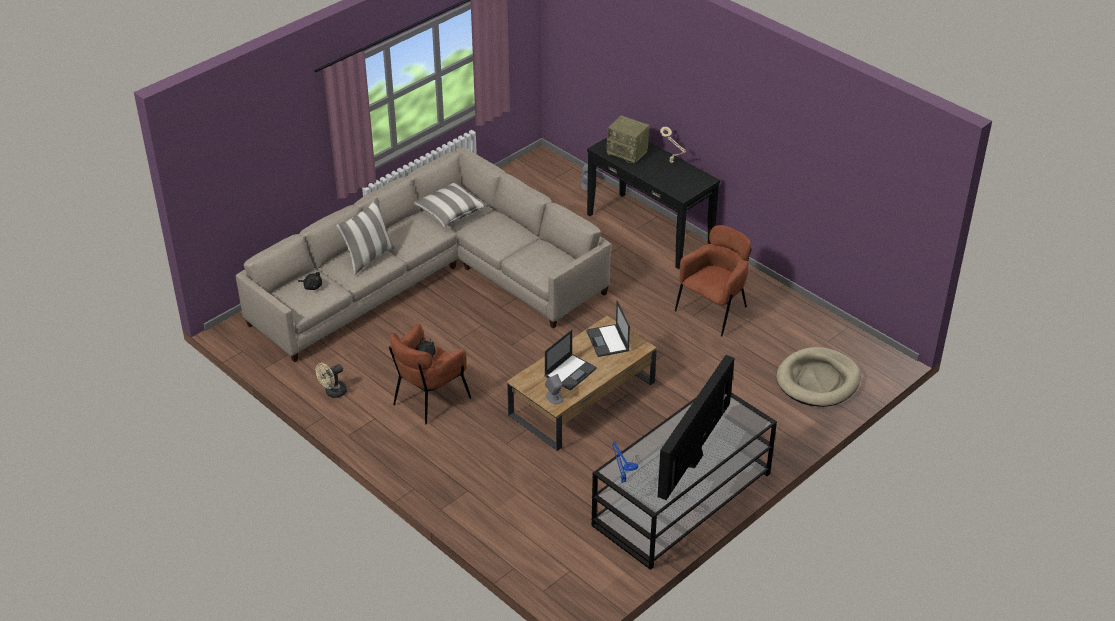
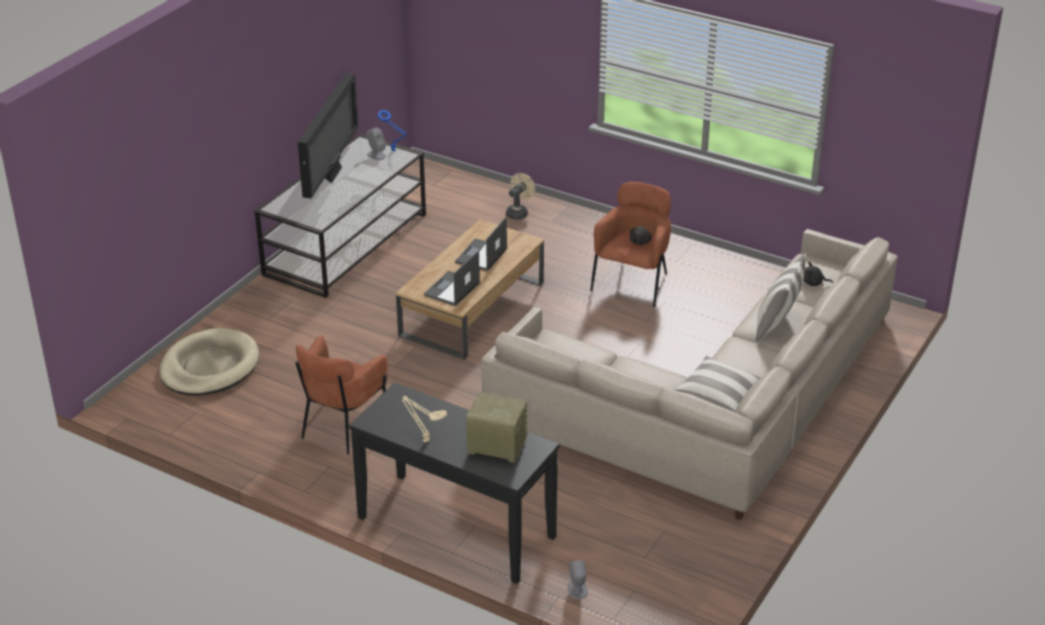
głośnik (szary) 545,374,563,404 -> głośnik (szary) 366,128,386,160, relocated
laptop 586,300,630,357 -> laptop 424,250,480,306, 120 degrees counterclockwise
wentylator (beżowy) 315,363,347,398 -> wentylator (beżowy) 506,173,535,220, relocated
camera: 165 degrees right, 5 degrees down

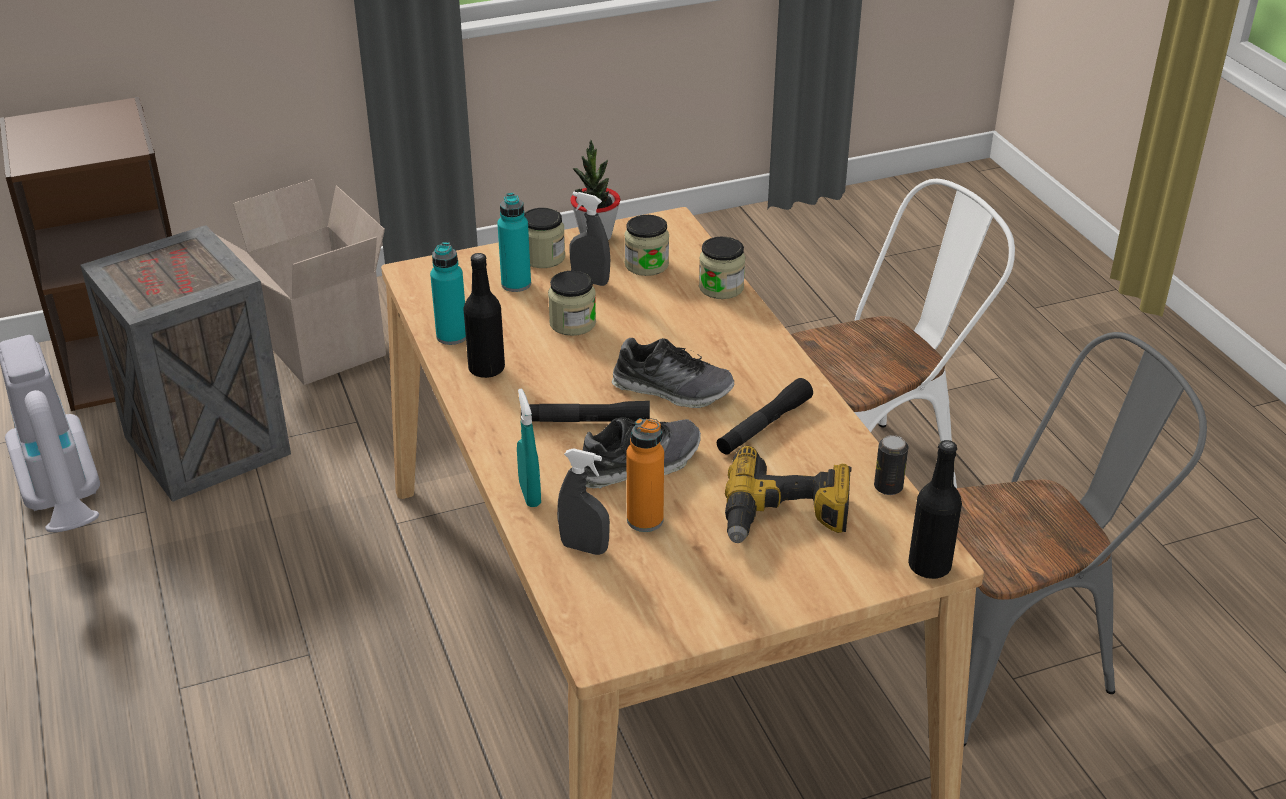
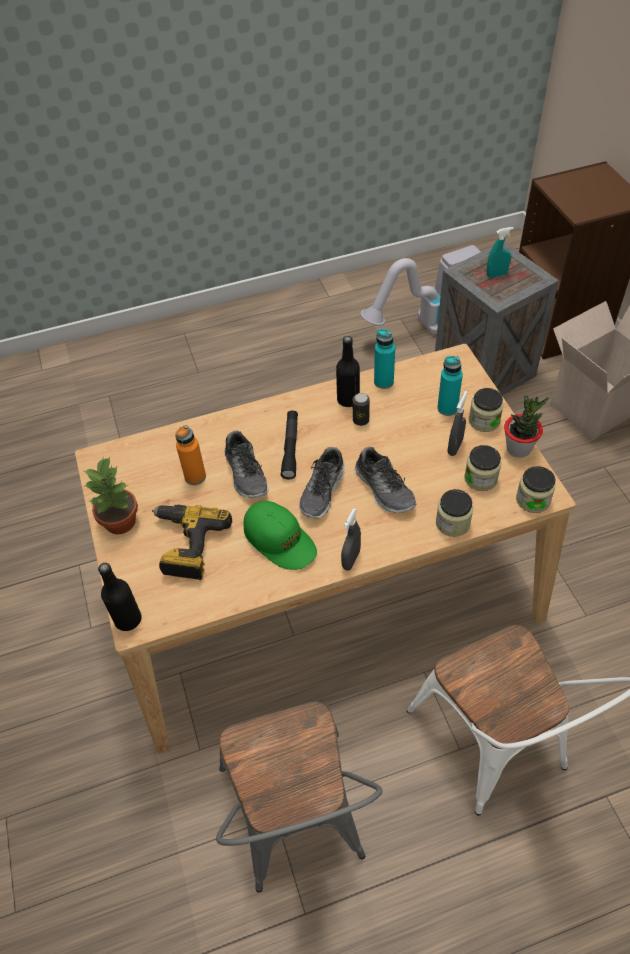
none -> roślina doniczkowa 84,457,138,534
latarka (czarny) 717,378,813,455 -> czapka z daszkiem (zielony) 243,501,317,570
spryskiwacz (szary) 557,448,610,555 -> spryskiwacz (szary) 341,508,361,571, relocated
puszka 874,435,908,495 -> puszka 353,393,370,426, relocated
none -> but 354,447,417,513
spryskiwacz (turkusowy) 517,389,541,507 -> spryskiwacz (turkusowy) 487,227,514,278, relocated
słoik 548,271,596,336 -> słoik 516,466,555,513, relocated
camera: 95 degrees right, 15 degrees up

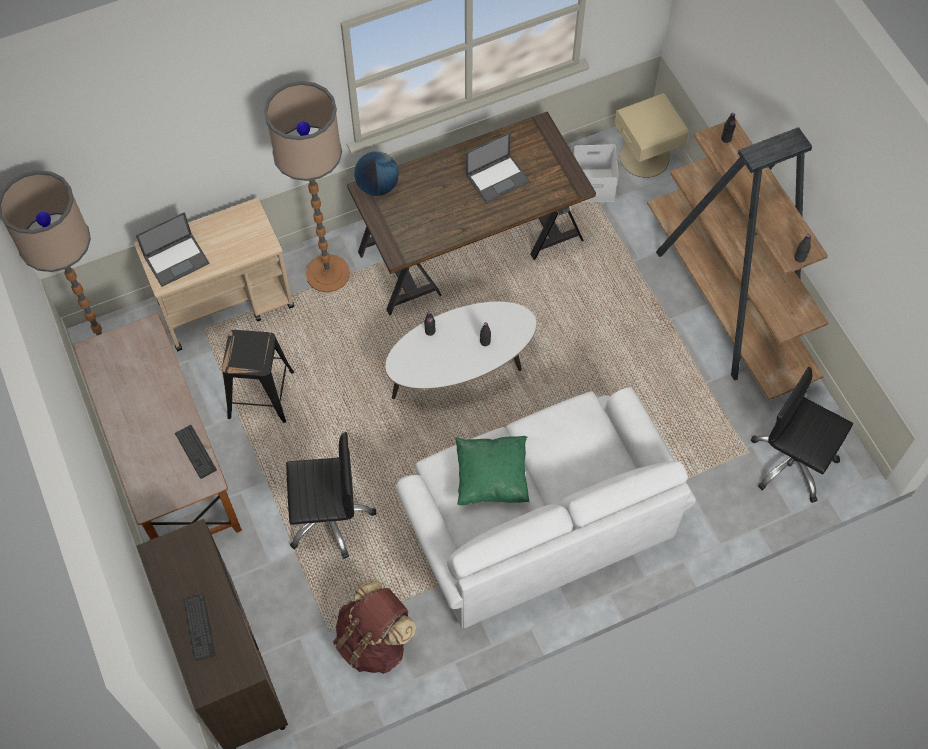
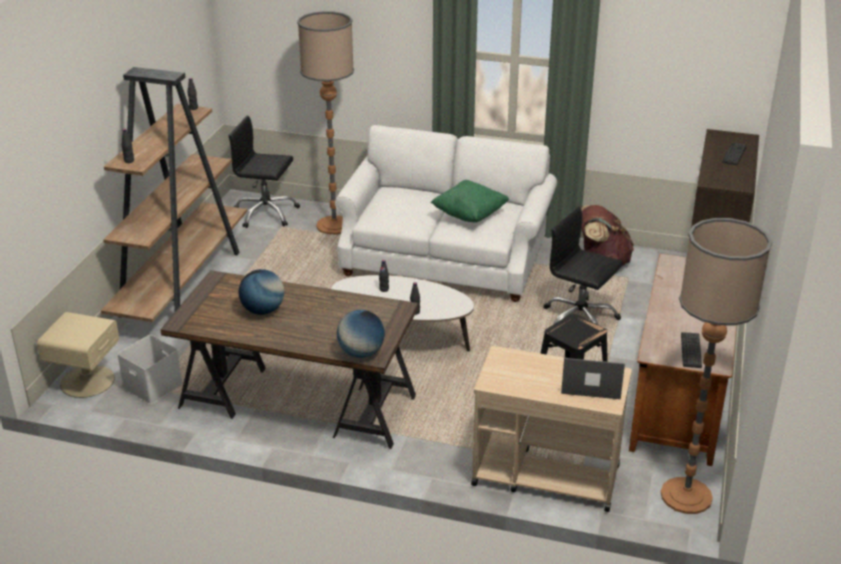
krzesło biurowe (czarny) 751,367,853,503 -> krzesło biurowe (czarny) 229,116,300,228, 120 degrees clockwise
laptop 466,131,530,203 -> globus 238,269,284,315
lampa stojąca 264,81,350,293 -> lampa stojąca 297,11,354,235, relocated
klawiatura 175,425,217,479 -> klawiatura 681,332,702,368, relocated
camera: 140 degrees left, 30 degrees down

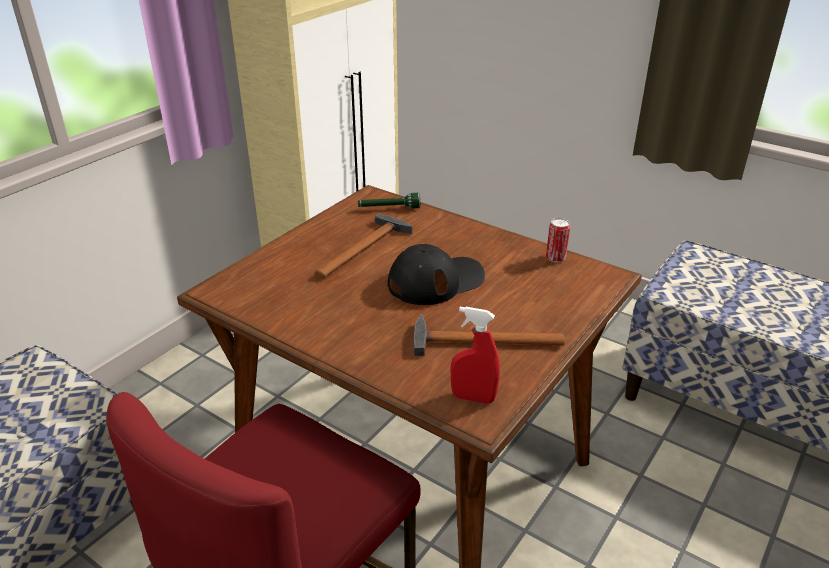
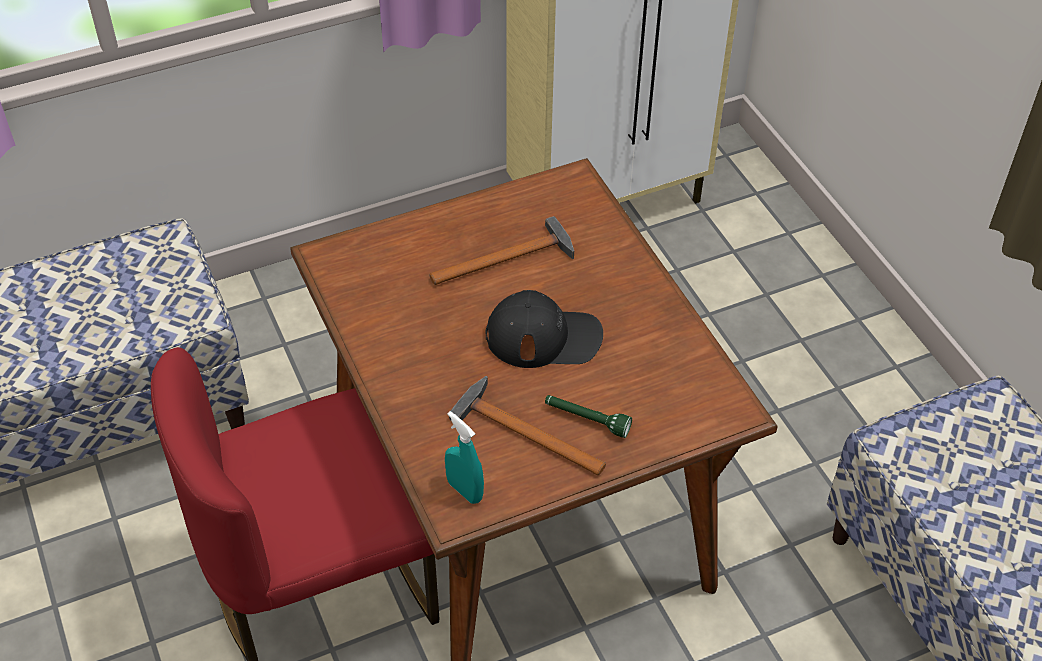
spryskiwacz (czerwony) 451,307,500,404 -> spryskiwacz (turkusowy) 445,411,484,504
latarka (zielony) 358,193,420,208 -> latarka (zielony) 545,395,632,438, relocated
puszka 546,218,570,263 -> none
camera: 30 degrees right, 15 degrees up

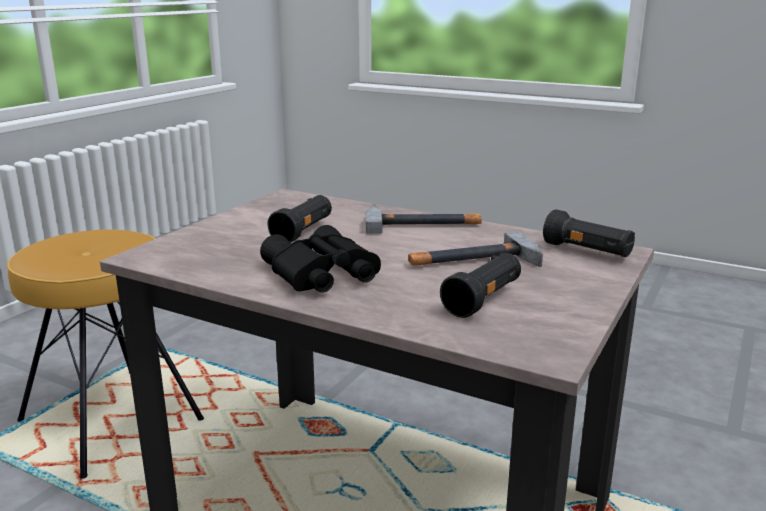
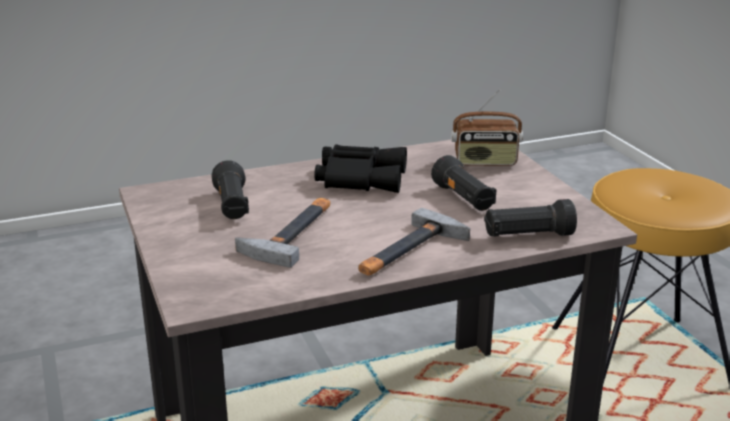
none -> radio 451,89,523,166
latarka (czarny) 543,209,635,257 -> latarka (czarny) 484,199,577,237, relocated
camera: 130 degrees right, 5 degrees up

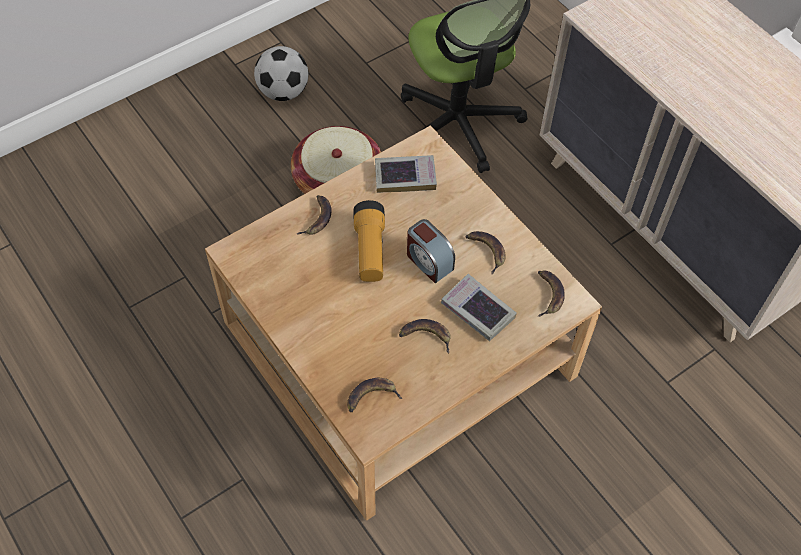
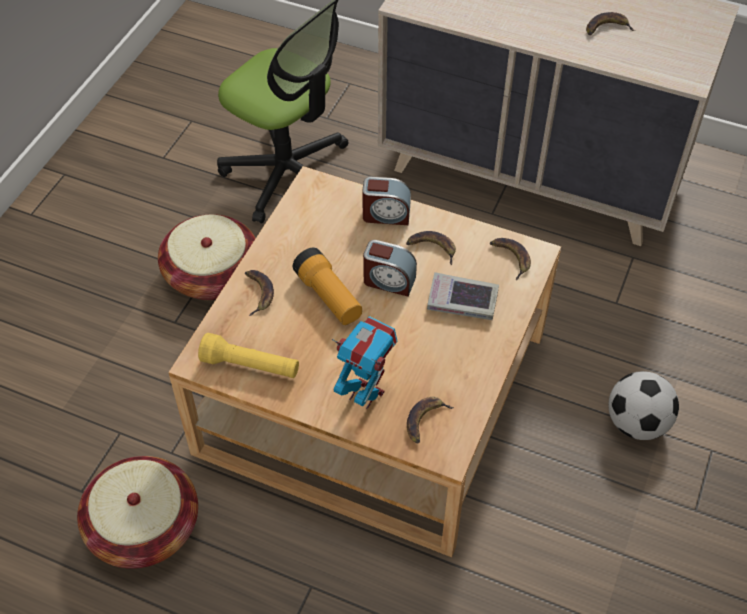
none -> koszyk 77,456,198,569
none -> latarka (żółty) 198,333,299,378
none -> robot zabawkowy 332,316,397,409
none -> budzik 362,177,411,225
banan 399,319,450,353 -> banan 586,12,635,35, relocated
piłka futbolowa 254,46,308,101 -> piłka futbolowa 608,371,679,440, relocated
książka 375,155,437,193 -> none
camera: 30 degrees left, 5 degrees down

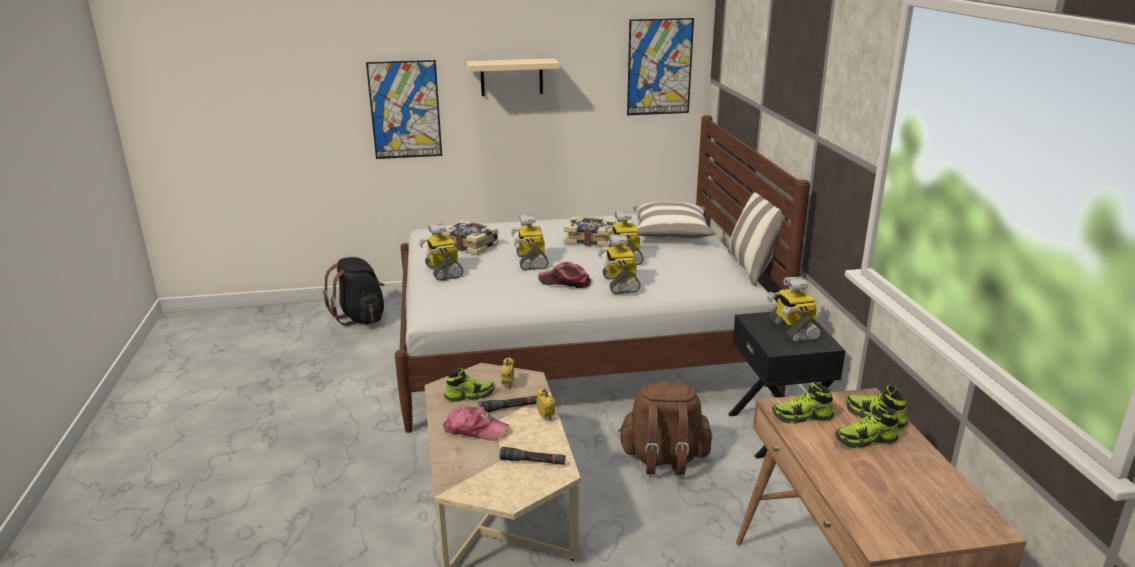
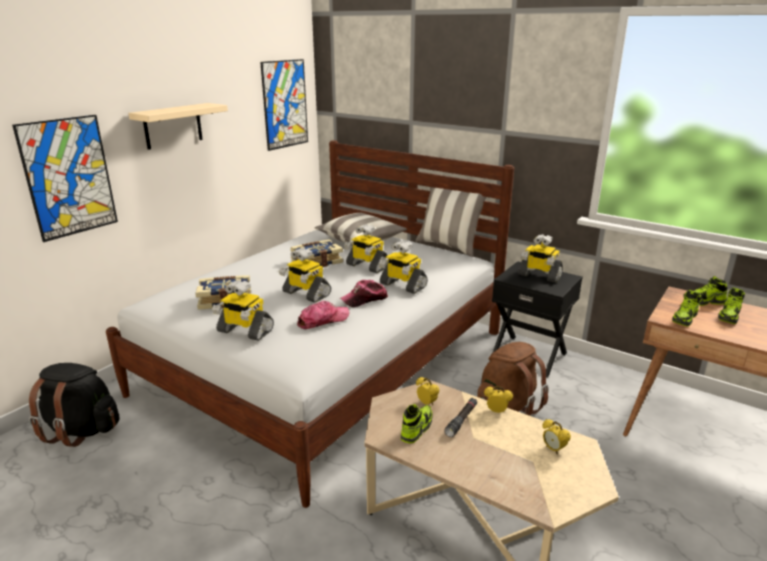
czapka z daszkiem 443,407,509,441 -> czapka z daszkiem 297,301,349,329, relocated
latarka (czarny) 500,447,566,465 -> budzik 542,419,571,454
camera: 45 degrees left, 0 degrees up

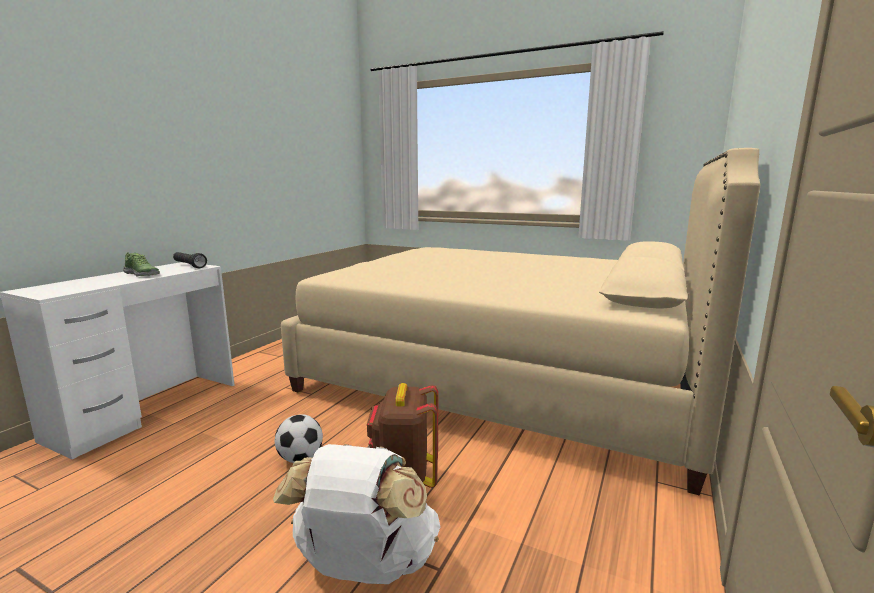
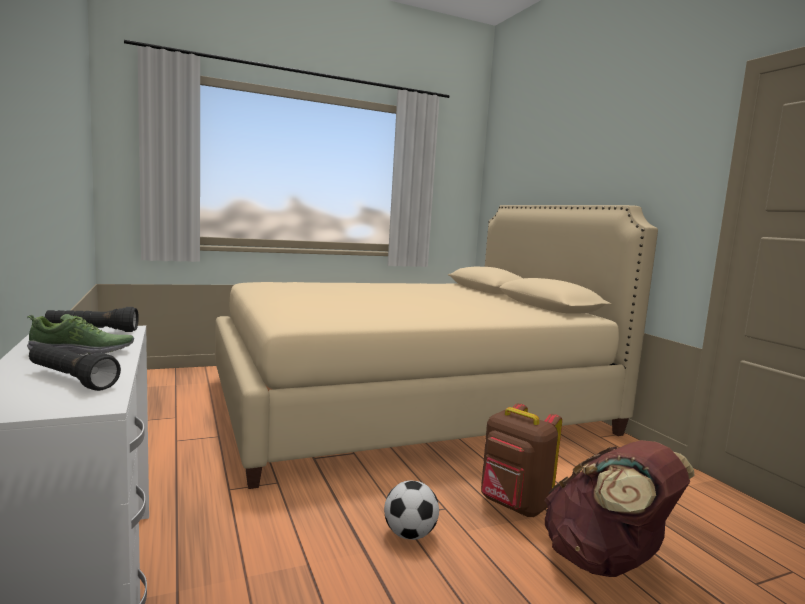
none -> latarka (czarny) 29,344,121,391
plecak (biały) 273,444,440,584 -> plecak (brązowy) 544,440,695,577
camera: 50 degrees left, 5 degrees down

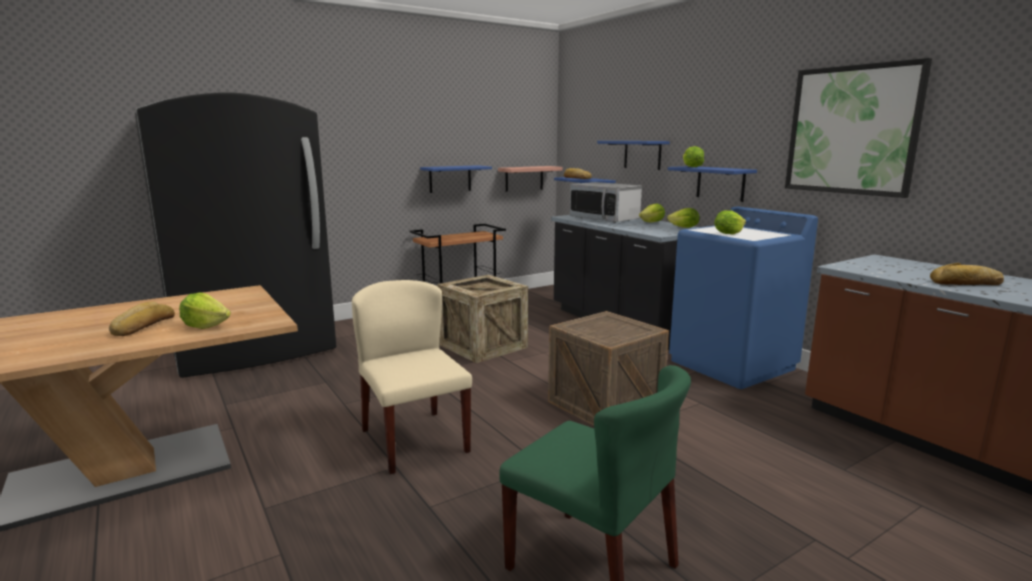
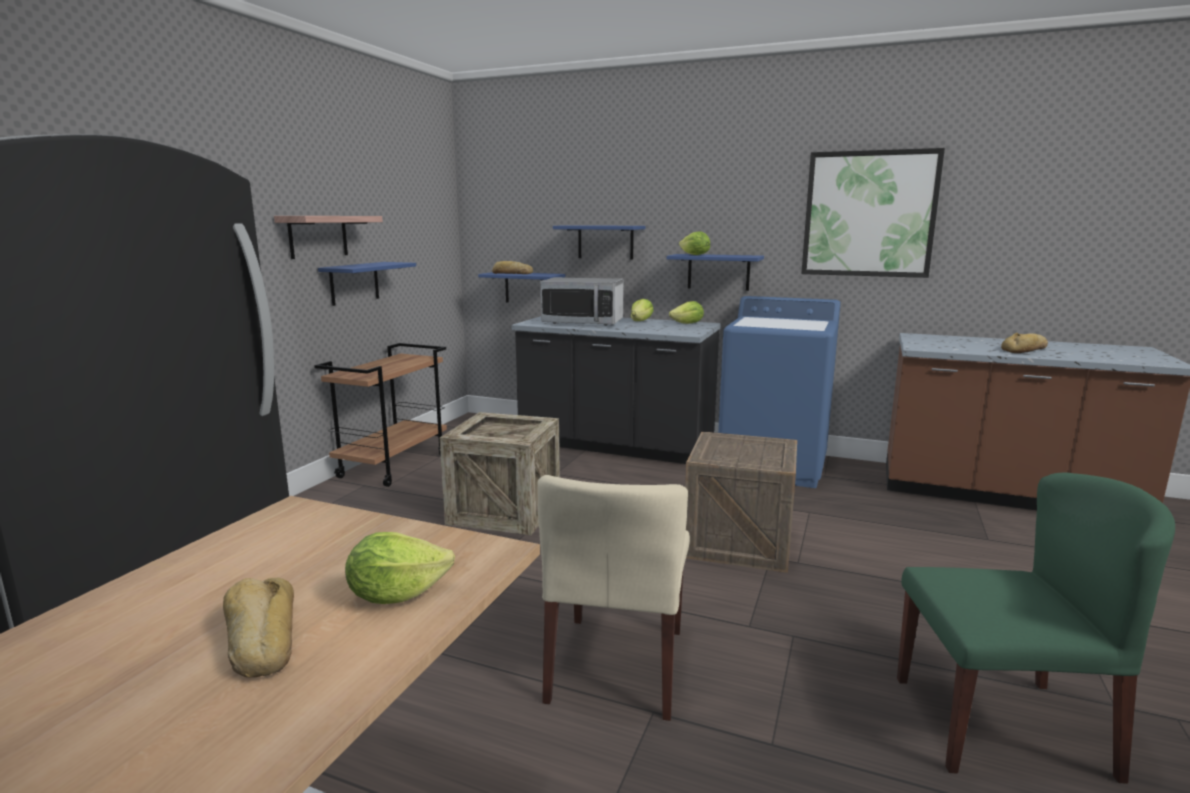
półka 498,166,562,192 -> półka 274,216,383,259, relocated
krzesło (beżowy) 352,280,472,474 -> krzesło (beżowy) 537,475,690,721, 105 degrees counterclockwise
sałata 714,210,746,235 -> none
camera: 35 degrees left, 0 degrees up

